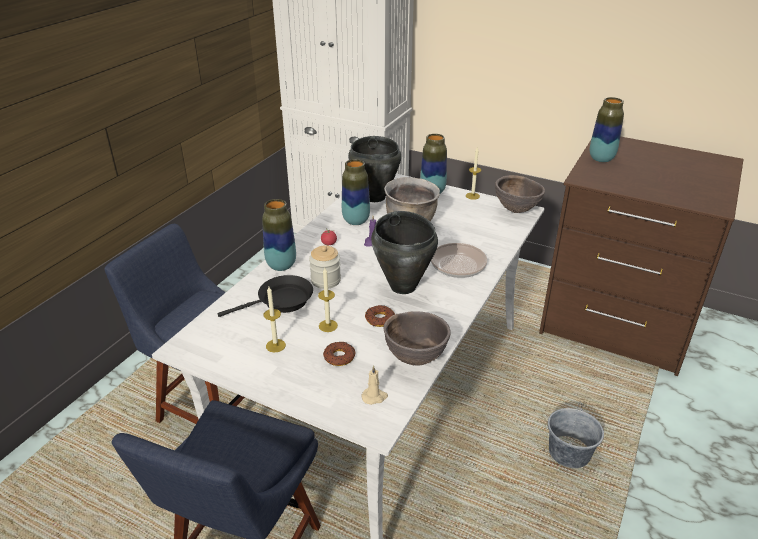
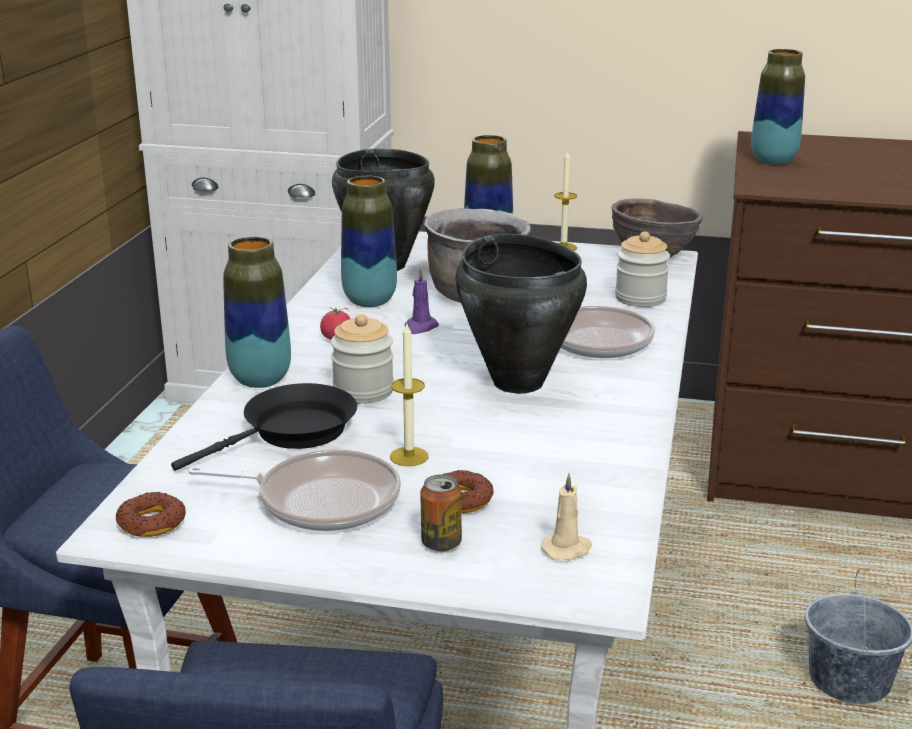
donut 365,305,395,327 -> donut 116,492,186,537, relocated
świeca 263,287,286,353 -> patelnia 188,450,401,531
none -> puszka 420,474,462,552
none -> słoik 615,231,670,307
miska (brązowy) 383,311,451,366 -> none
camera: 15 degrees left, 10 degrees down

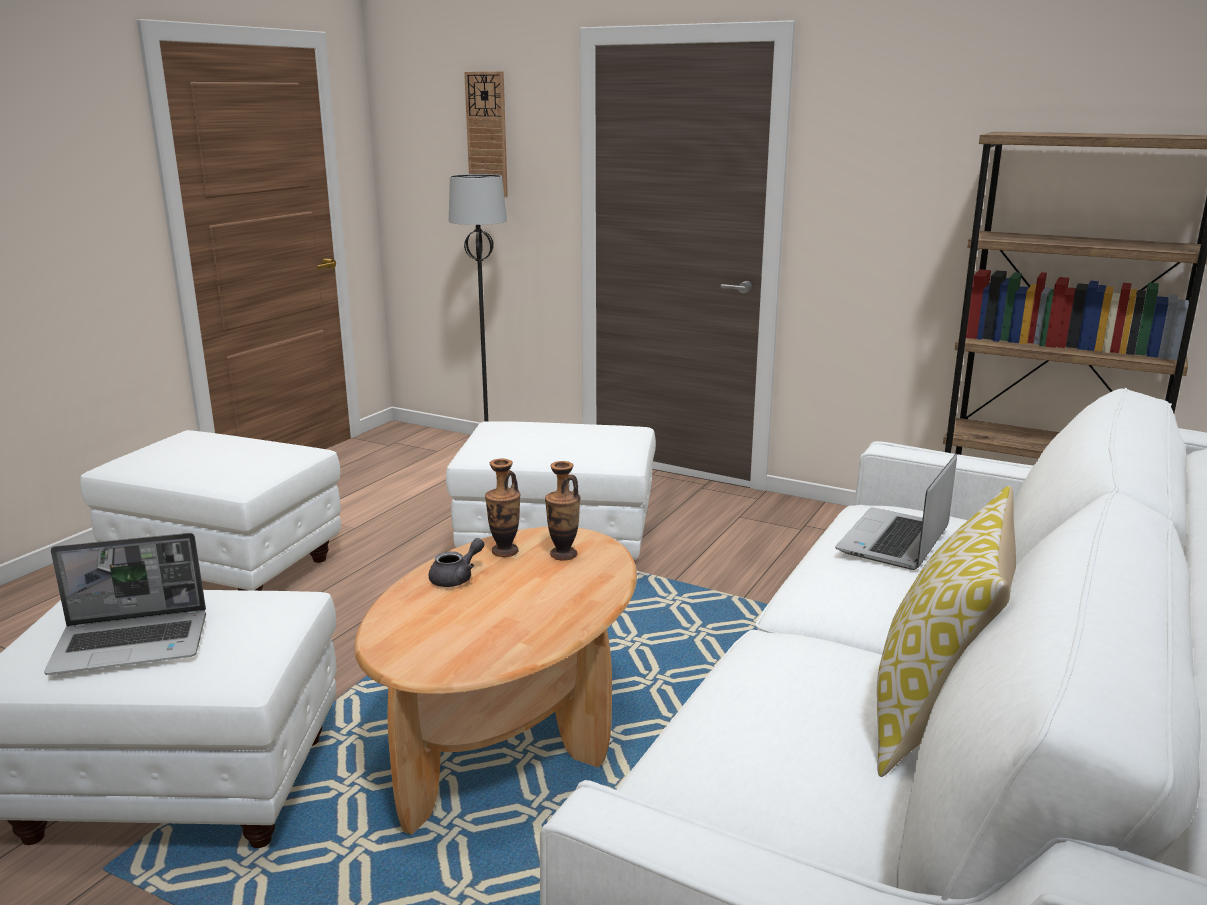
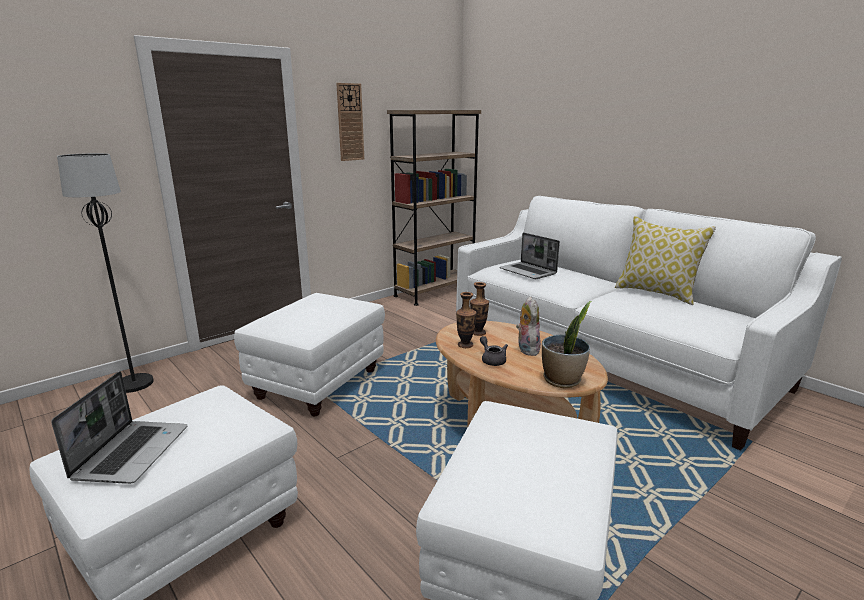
laptop 44,533,206,675 -> laptop 51,371,188,484, relocated
zegar ścienny 464,71,508,197 -> zegar ścienny 336,83,364,161, relocated
none -> pluszak 516,296,541,356
none -> roślina doniczkowa 542,301,591,388
camera: 70 degrees left, 0 degrees up

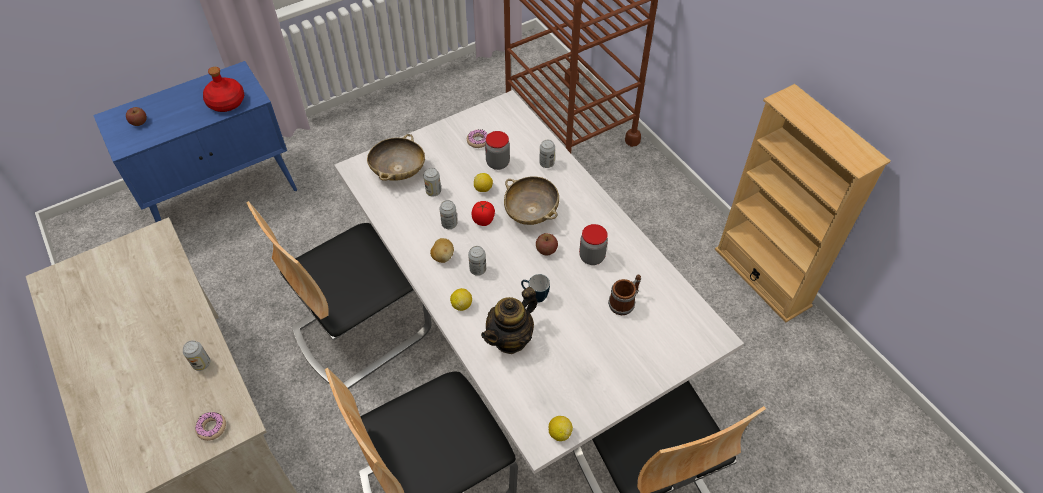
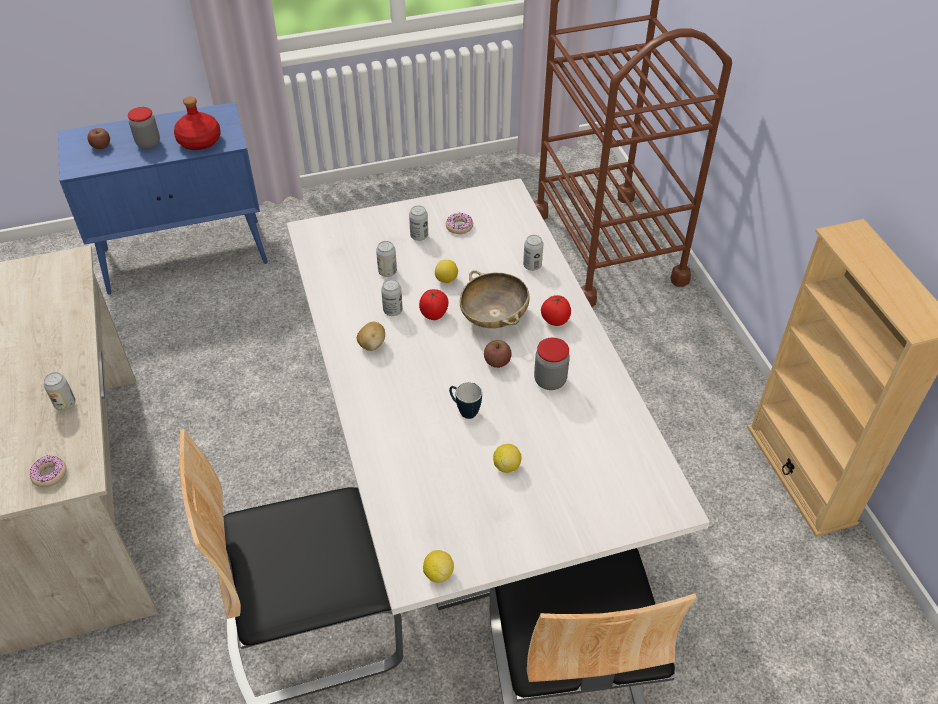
słoik 485,131,510,170 -> słoik 128,107,160,149, relocated
puszka 468,246,486,276 -> puszka 409,205,428,241, relocated
cytryna 450,288,472,311 -> cytryna 493,444,522,473, relocated
none -> pomidor 541,295,571,326
krzesło 246,201,432,389 -> none
miska (beżowy) 367,134,425,181 -> none
imbryk 481,287,537,354 -> none
kubek 608,274,641,315 -> none
camera: 15 degrees right, 5 degrees down

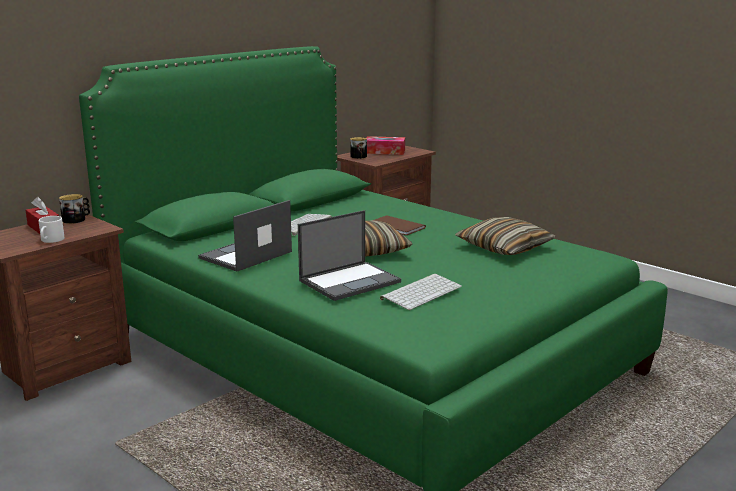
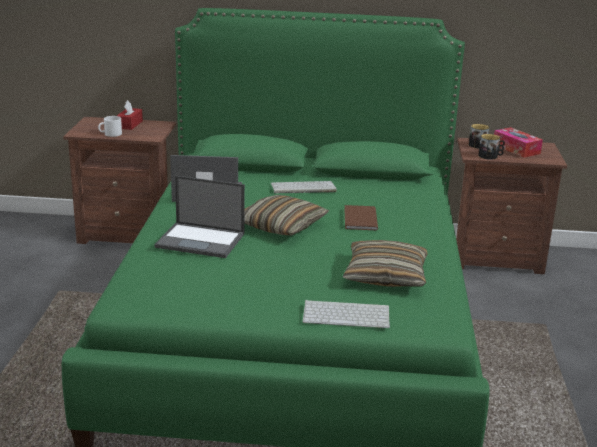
klawiatura 380,274,462,310 -> klawiatura 302,300,390,328, relocated
kubek 59,194,90,224 -> kubek 478,134,505,160, relocated
camera: 50 degrees right, 5 degrees up

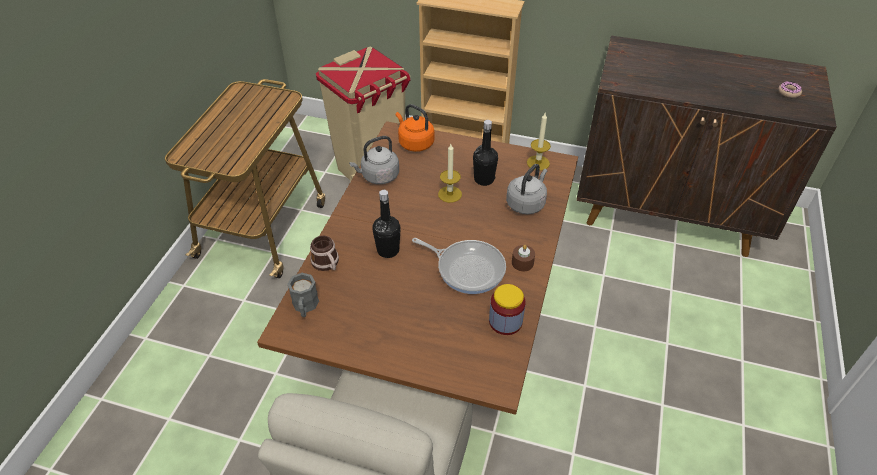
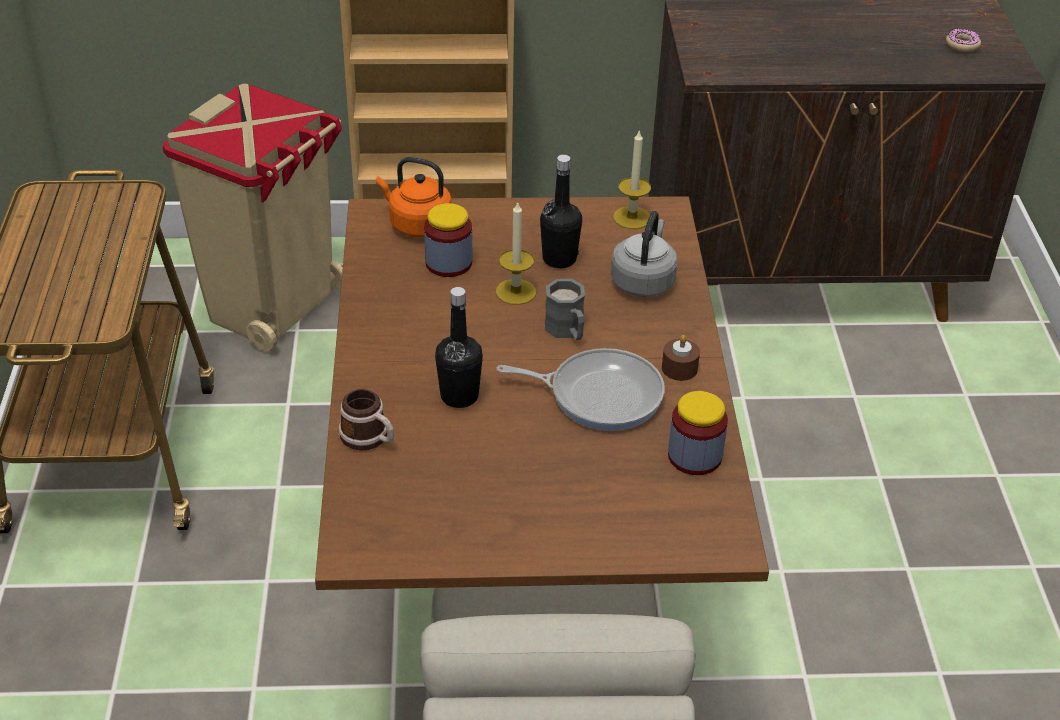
none -> słoik 424,203,472,277
kubek (szary) 287,273,319,317 -> kubek (szary) 545,279,585,340, relocated
czajnik (szary) 349,136,399,184 -> none
camera: 20 degrees left, 5 degrees down

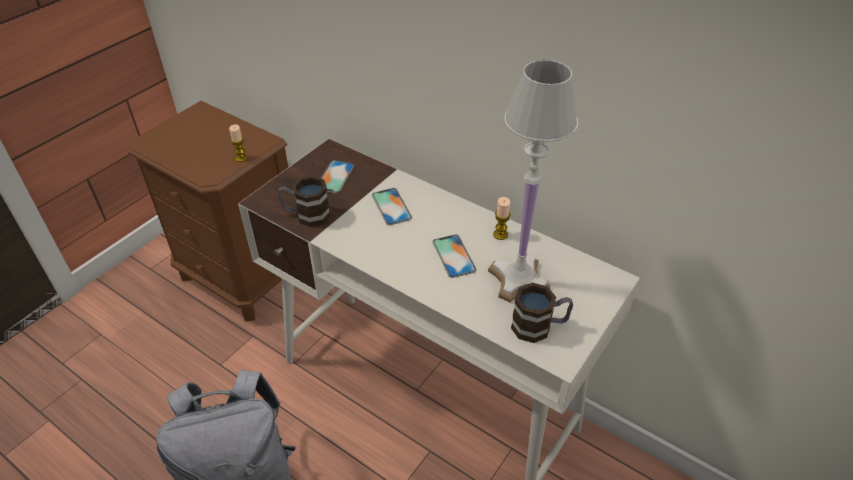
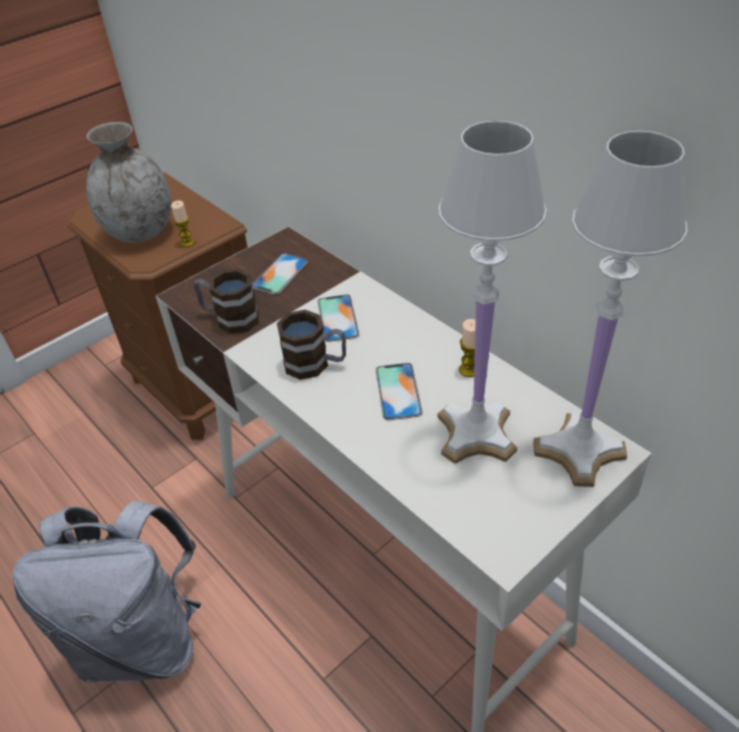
none -> wazon (szary) 86,122,172,243
kubek 511,283,573,343 -> kubek 277,310,346,380, relocated
none -> lampa stołowa (biały) 533,131,687,487
camera: 15 degrees right, 0 degrees up

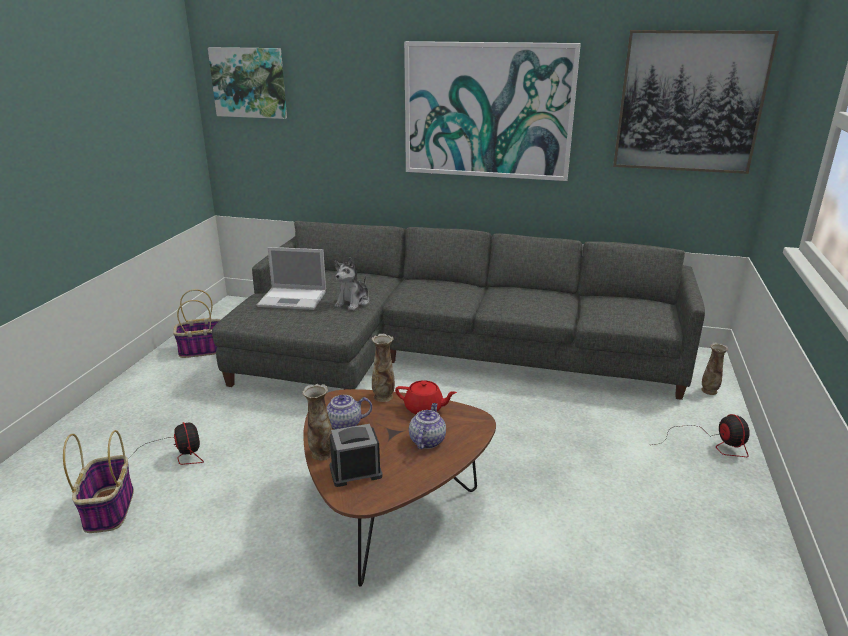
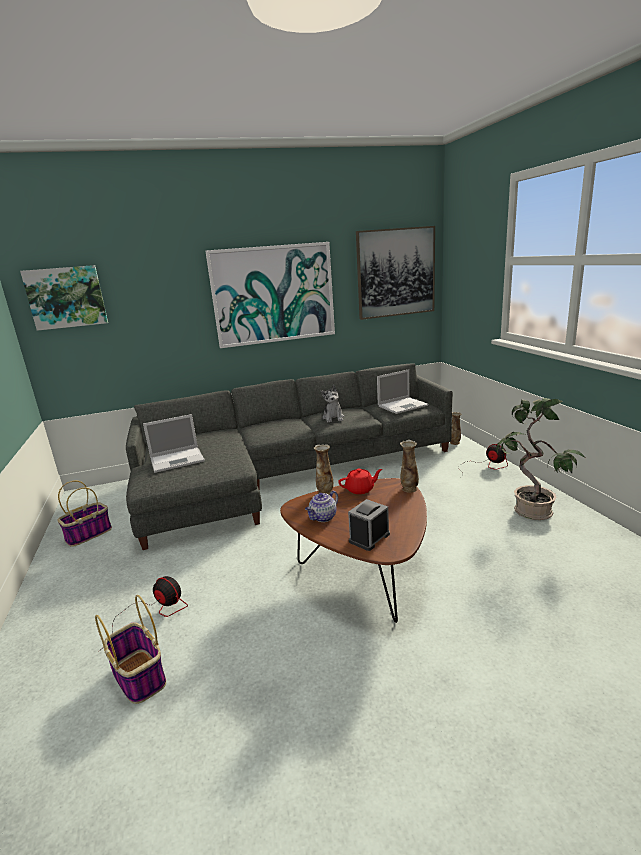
pluszak 334,257,369,311 -> pluszak 321,385,344,422, relocated
none -> laptop 377,369,428,414
wazon 302,384,332,461 -> wazon 400,440,419,493, relocated
none -> roślina doniczkowa 496,398,585,520
imbryk 409,403,446,449 -> none
camera: 30 degrees left, 5 degrees down

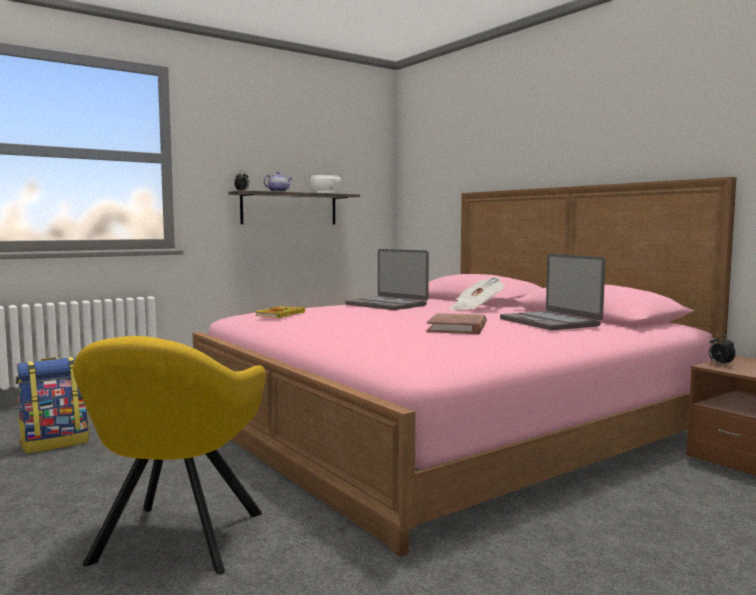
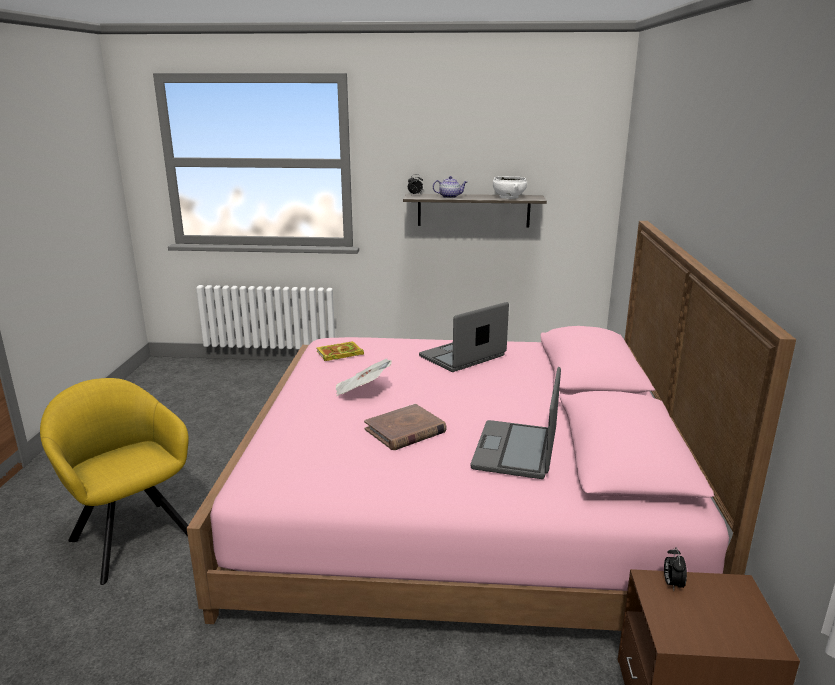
fotel (żółty) 73,336,266,574 -> fotel (żółty) 40,378,189,585, 90 degrees clockwise
gazeta 449,277,505,310 -> gazeta 336,359,392,396, relocated
laptop 345,249,429,310 -> laptop 419,302,509,372, 60 degrees clockwise
plecak 16,357,89,454 -> none
camera: 40 degrees right, 15 degrees up

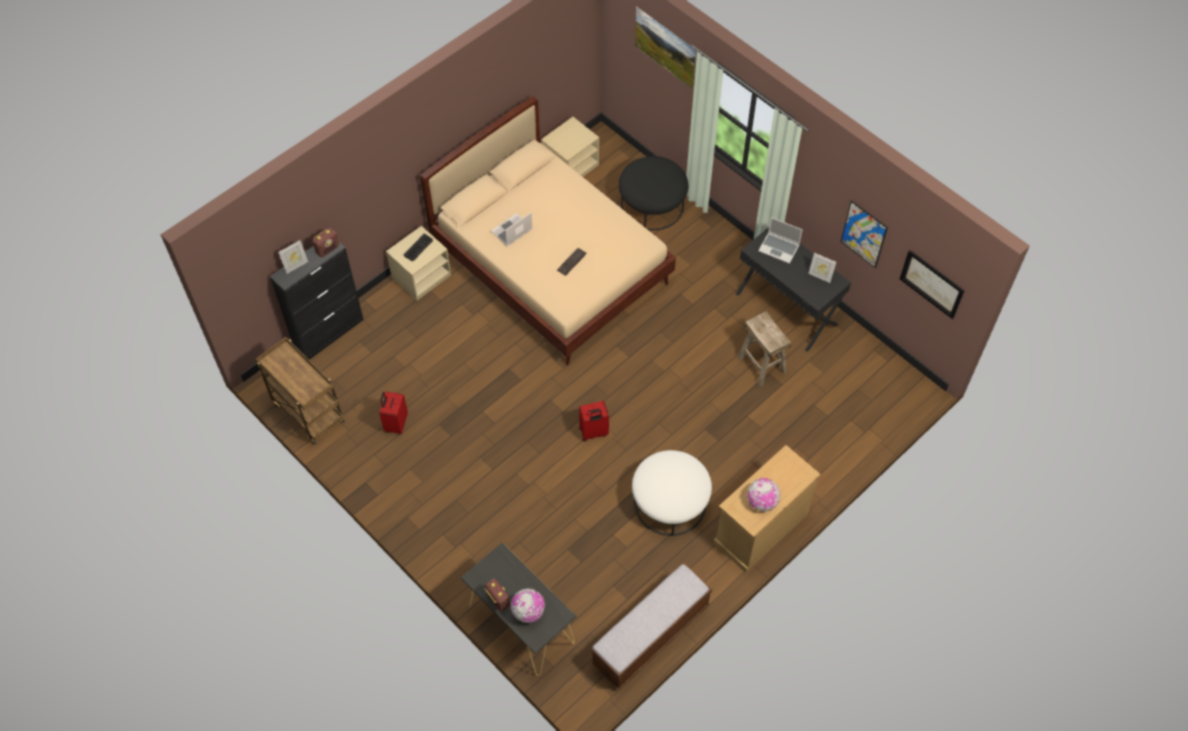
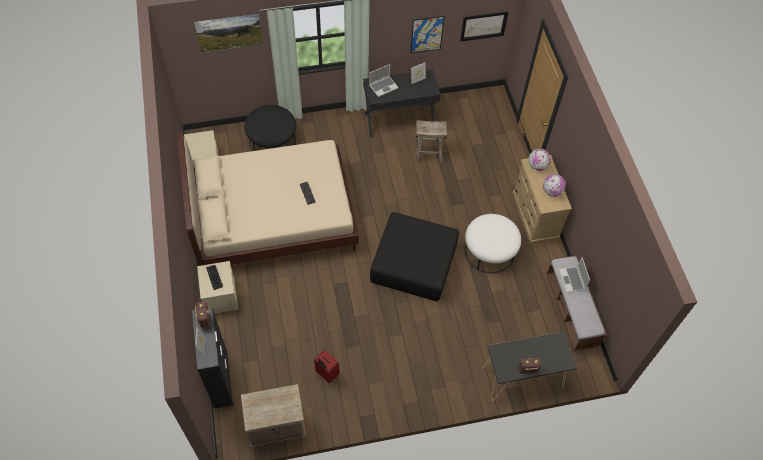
wózek (brązowy) 256,337,345,445 -> szafka nocna (beżowy) 241,384,306,447
walizka (czerwony) 579,401,609,441 -> pufa (czarny) 370,212,459,301
globus 511,588,545,623 -> globus 528,149,551,171, relocated
laptop 491,213,533,247 -> laptop 559,257,590,293, relocated
camera: 60 degrees left, 0 degrees up

